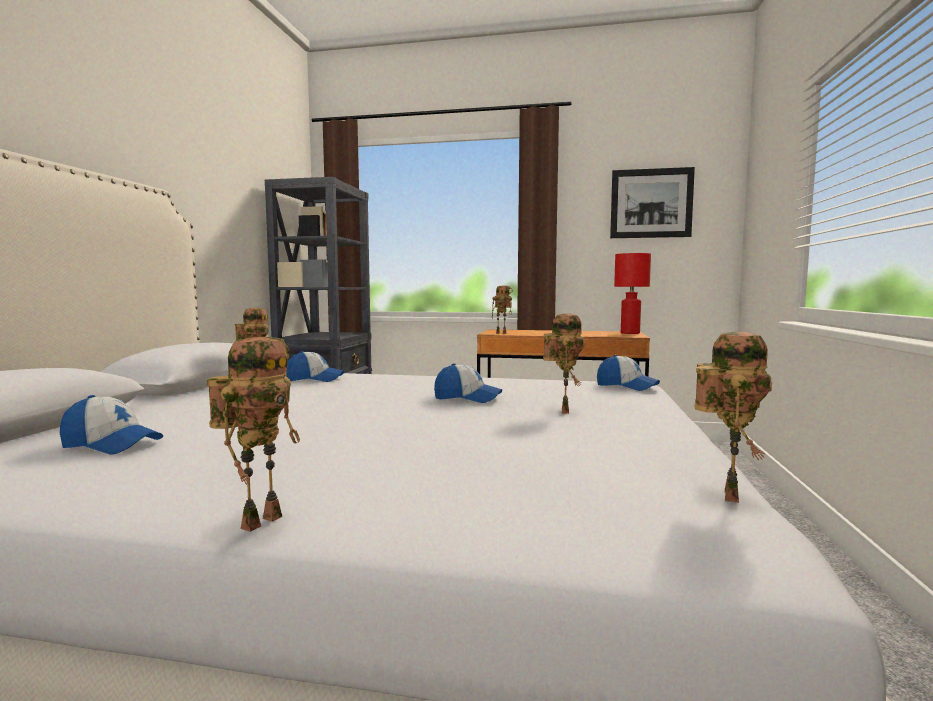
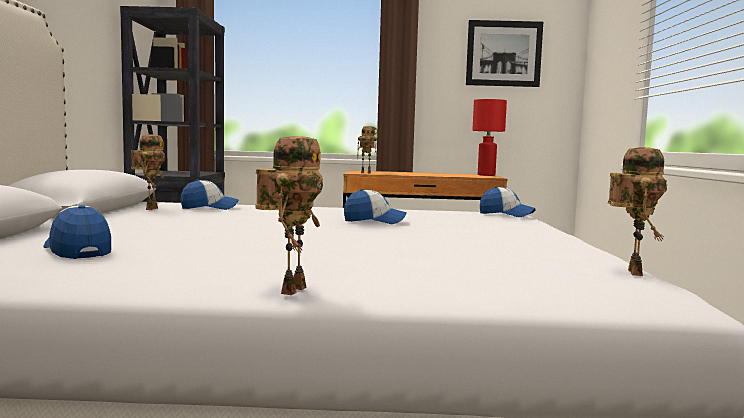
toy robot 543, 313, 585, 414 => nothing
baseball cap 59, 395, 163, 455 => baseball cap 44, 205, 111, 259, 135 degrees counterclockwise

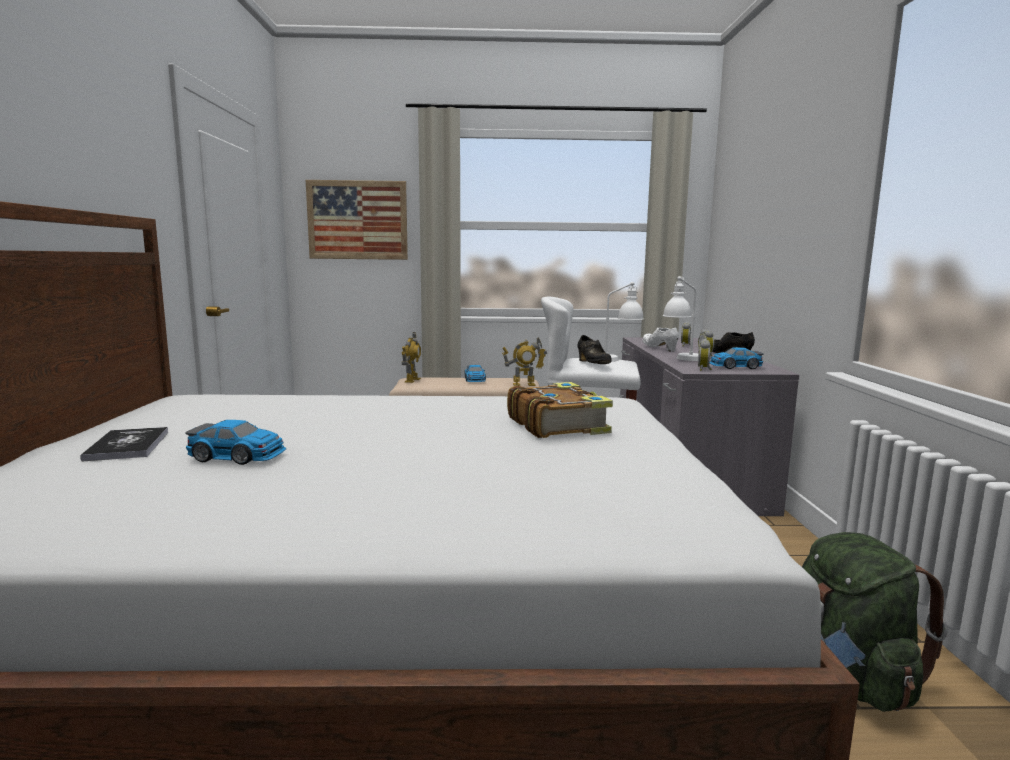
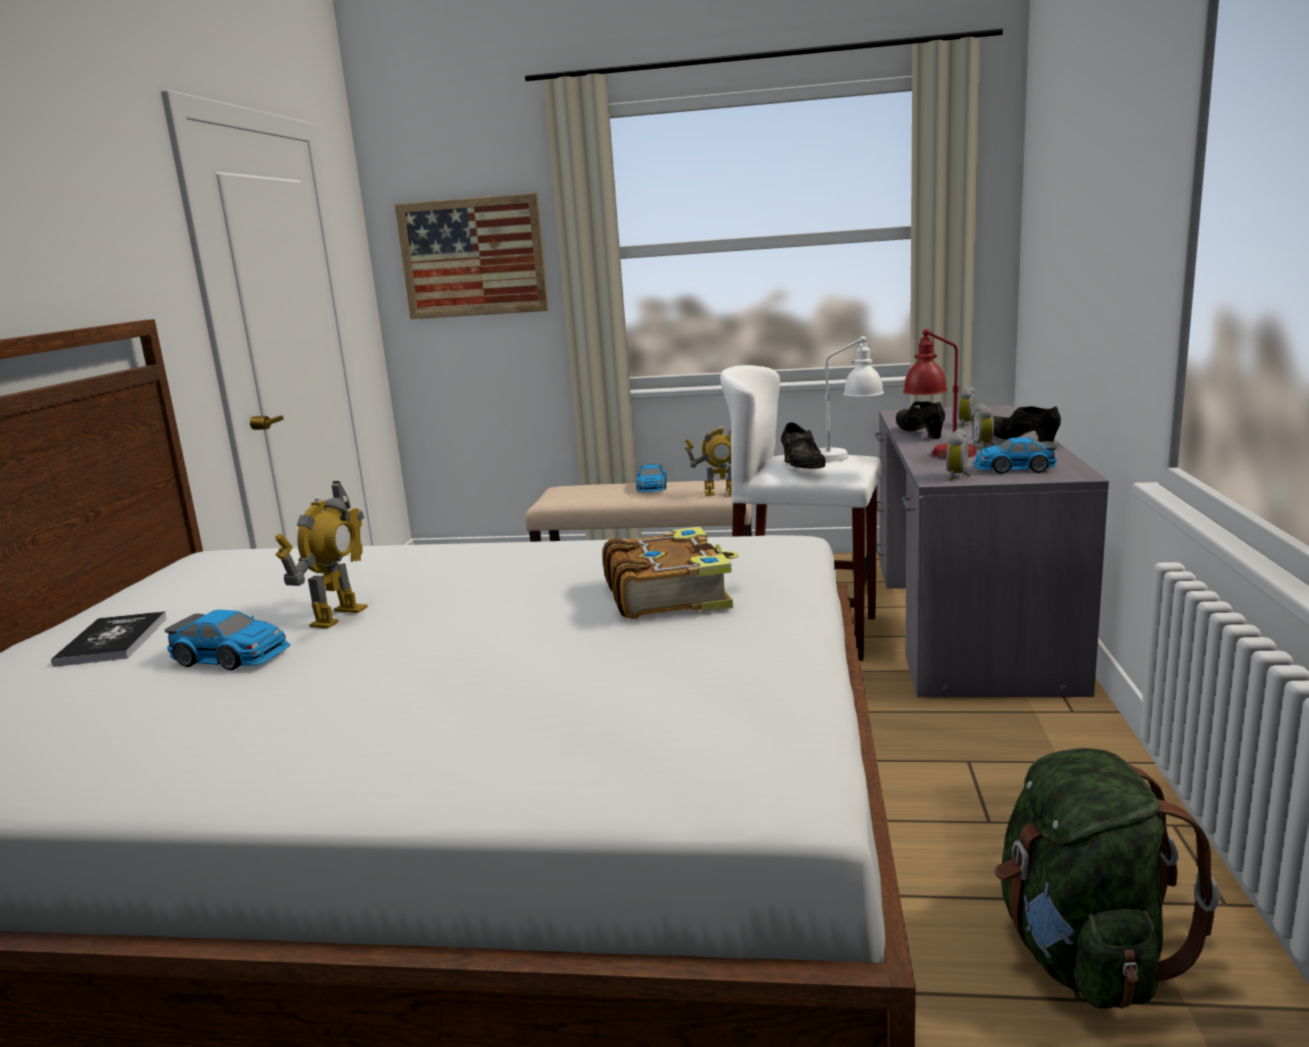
whitish table lamp 663, 276, 698, 361 => reddish table lamp 903, 329, 977, 458
whitish low shoe 643, 327, 679, 352 => black-coloured low shoe 896, 401, 945, 439
toy robot 402, 332, 421, 383 => toy robot 275, 481, 368, 629, relocated

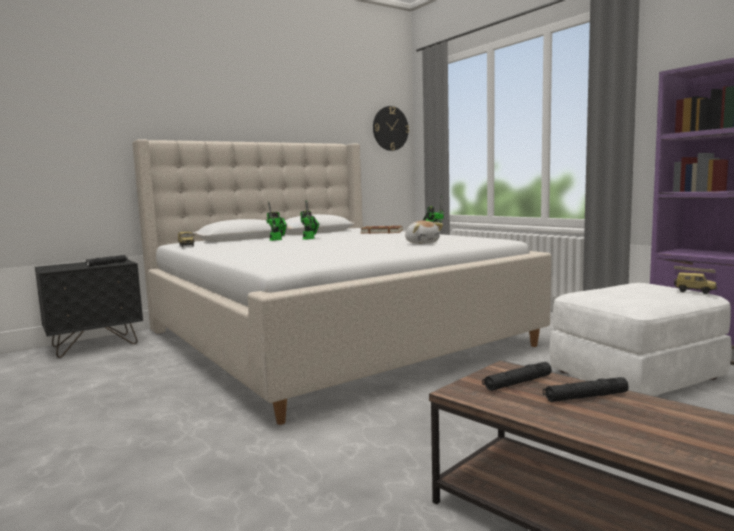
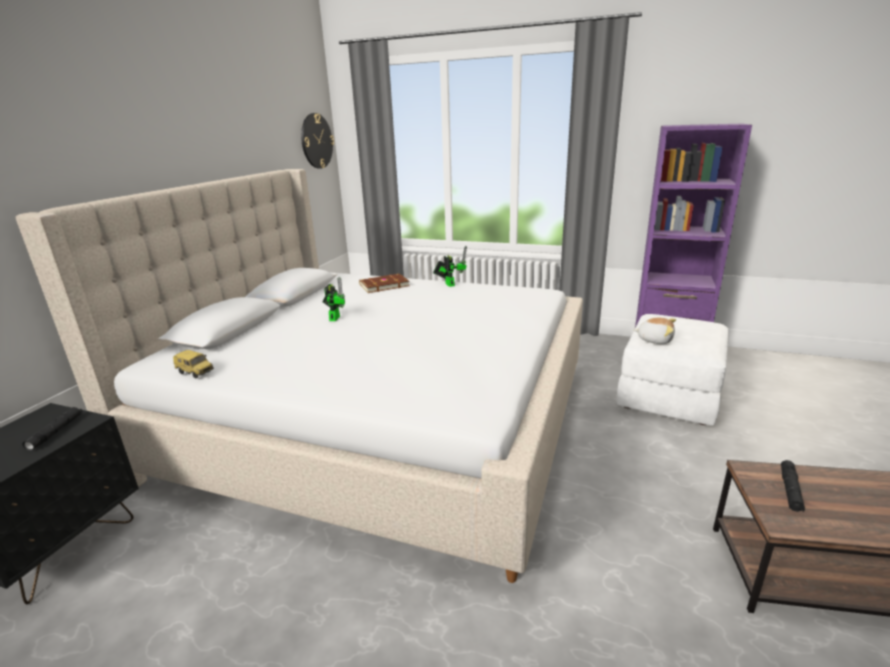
toy robot 266, 201, 287, 241 => nothing
plush toy 405, 221, 443, 244 => plush toy 634, 318, 676, 344, relocated
miniature car 674, 272, 717, 294 => nothing
black-coloured hand torch 543, 377, 629, 402 => nothing

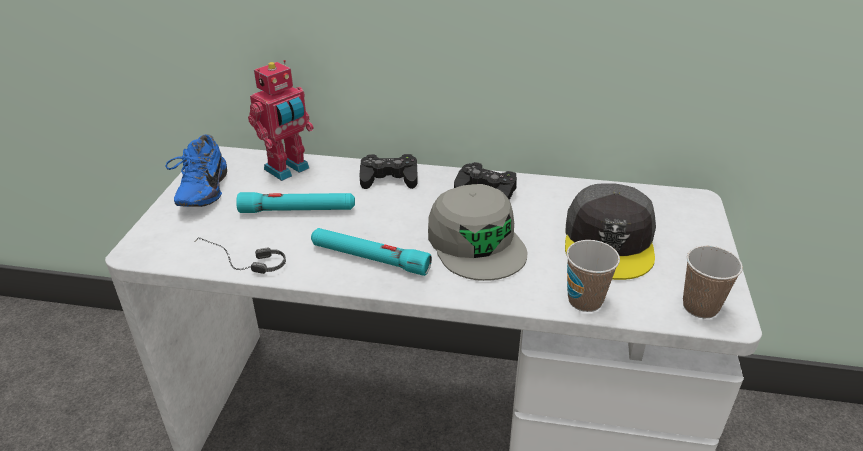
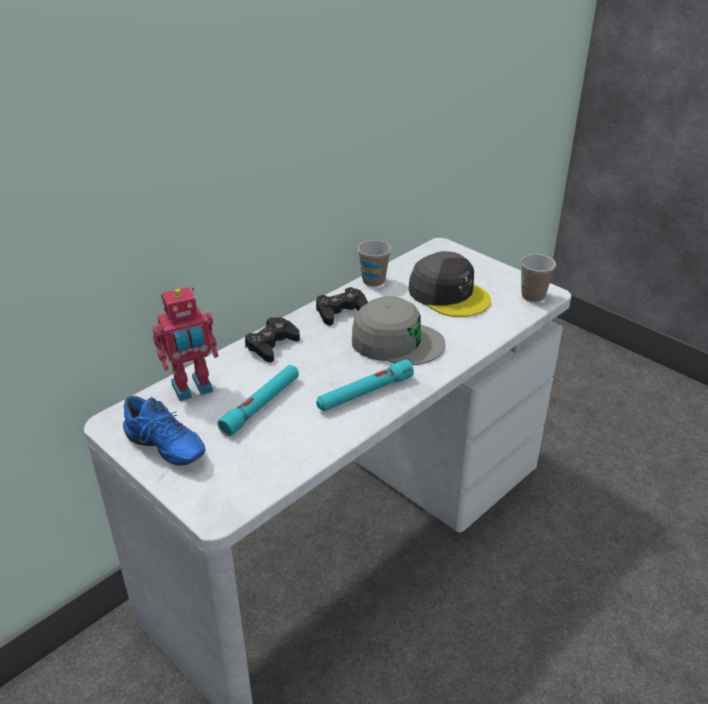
toy robot 248, 60, 314, 181 => toy robot 152, 287, 218, 401, 75 degrees clockwise
headphones 196, 237, 286, 274 => nothing
small cup 566, 240, 620, 312 => small cup 358, 240, 391, 287, relocated

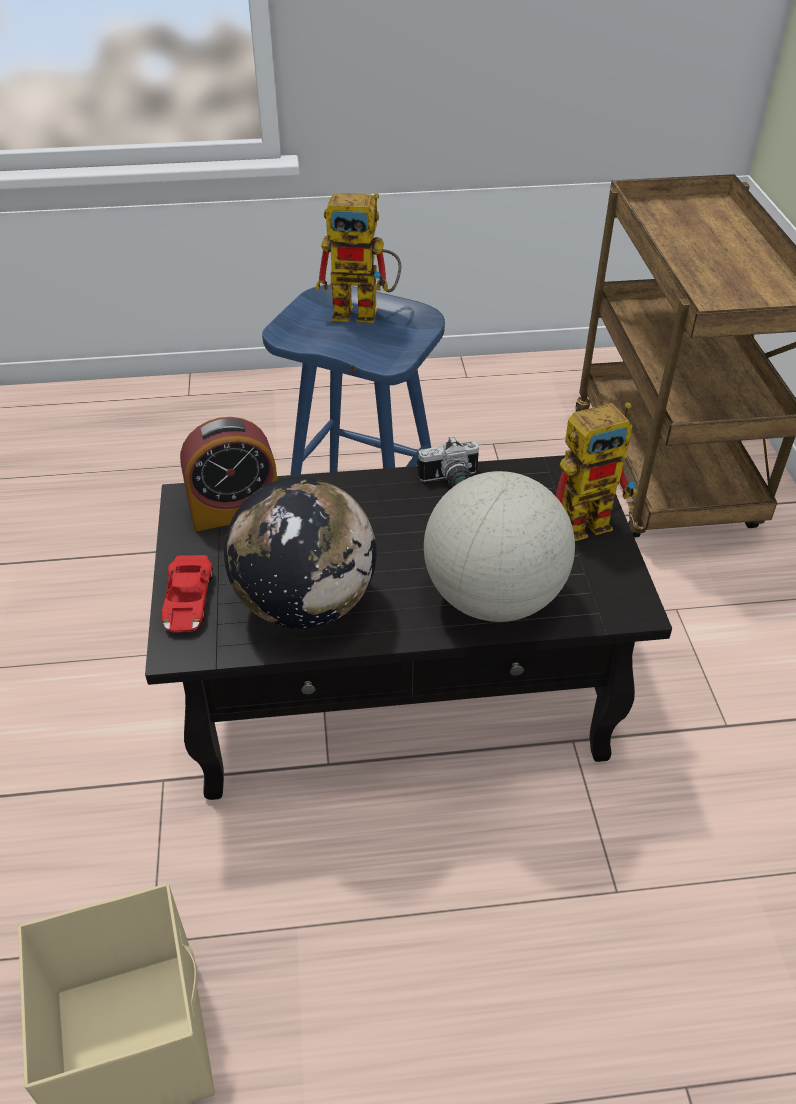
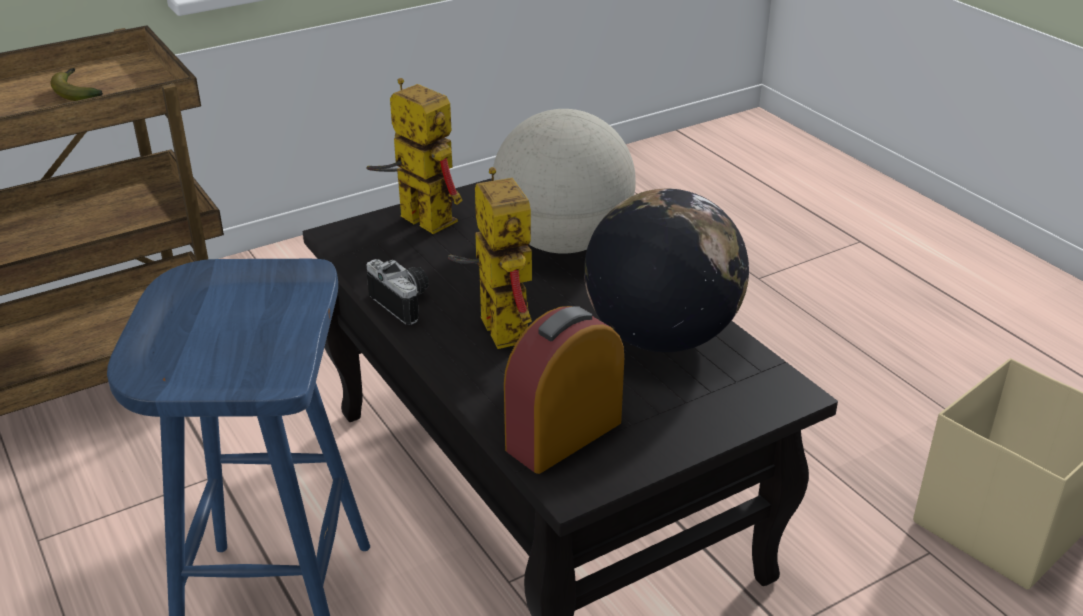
toy robot 316, 193, 402, 323 => toy robot 448, 167, 532, 349, relocated
alarm clock 180, 417, 277, 531 => alarm clock 504, 306, 624, 474, 90 degrees counterclockwise
reddish miniature car 162, 555, 213, 632 => nothing
nothing => banana fruit 51, 68, 103, 101

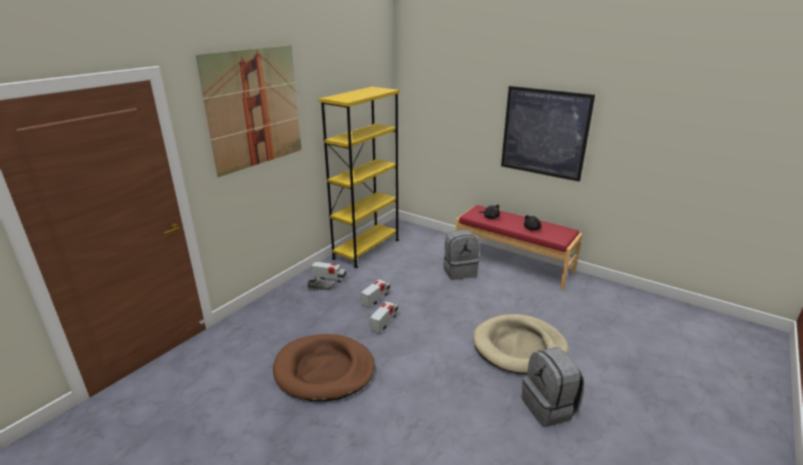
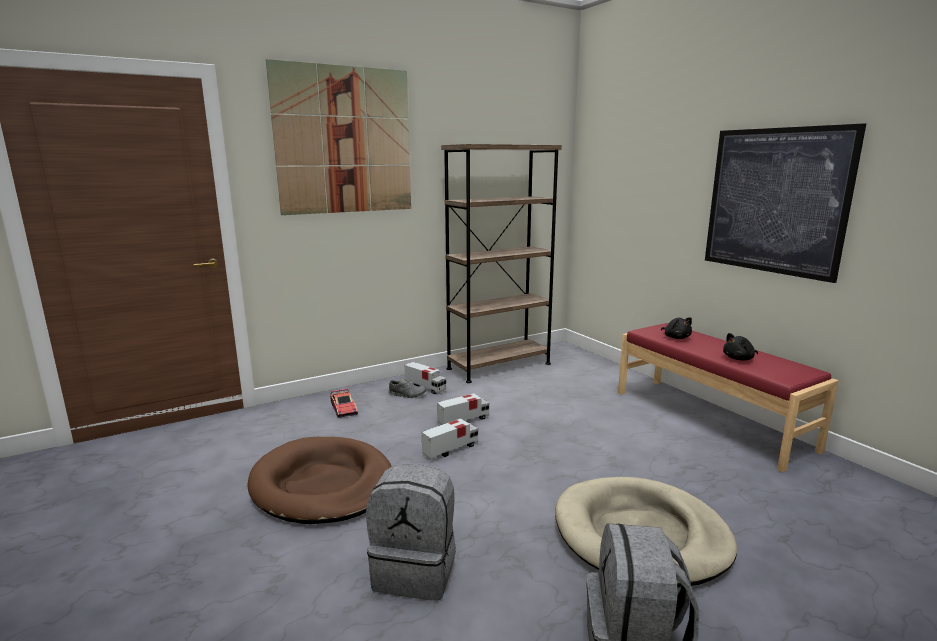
yellow-coloured bookshelf 319, 87, 400, 268 => brown-coloured bookshelf 441, 144, 562, 383
grey knapsack 444, 230, 480, 280 => grey knapsack 366, 464, 456, 600, relocated
nothing => miniature car 330, 389, 358, 418

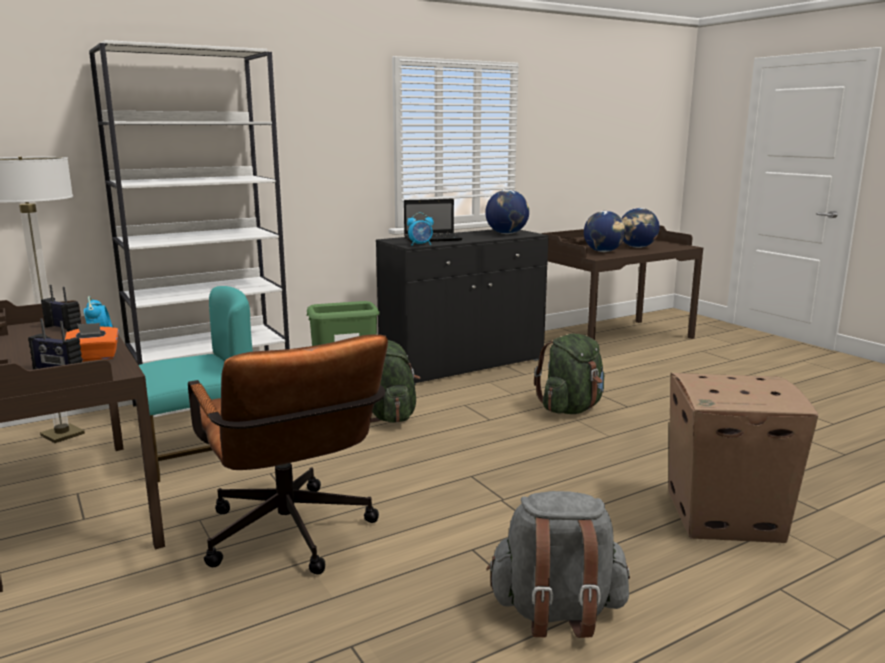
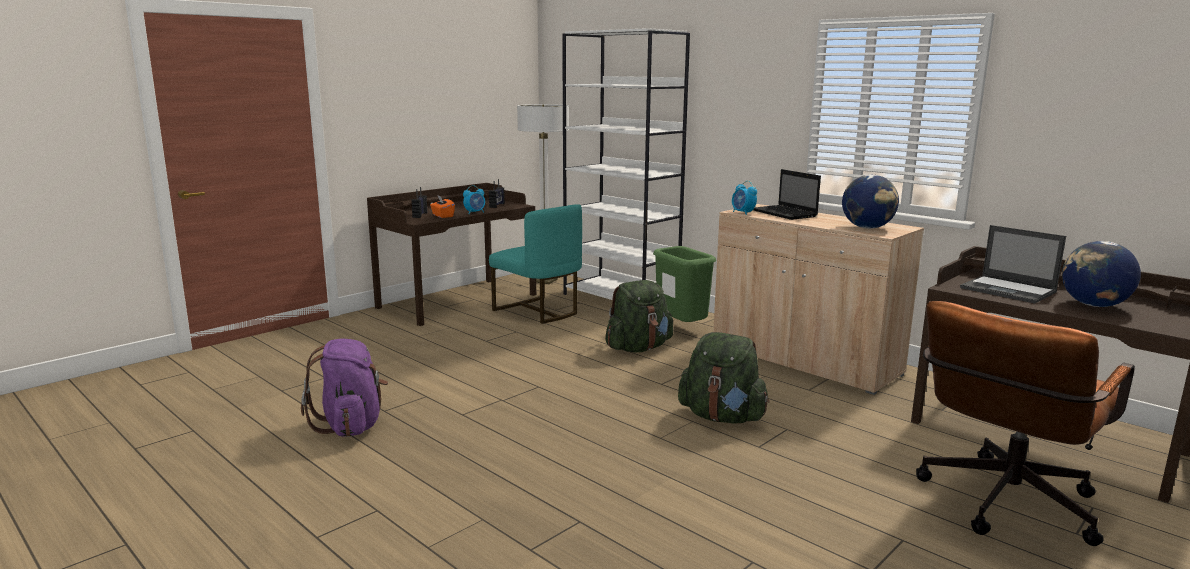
desk globe 584, 211, 626, 252 => notebook computer 960, 225, 1066, 304
black-coloured storage cabinet 376, 229, 548, 385 => sand-coloured storage cabinet 713, 204, 924, 395
brown-coloured office chair 188, 334, 388, 575 => brown-coloured office chair 916, 301, 1135, 546, relocated
carton 669, 373, 818, 543 => nothing
grey knapsack 487, 491, 630, 638 => purplish knapsack 301, 339, 388, 437

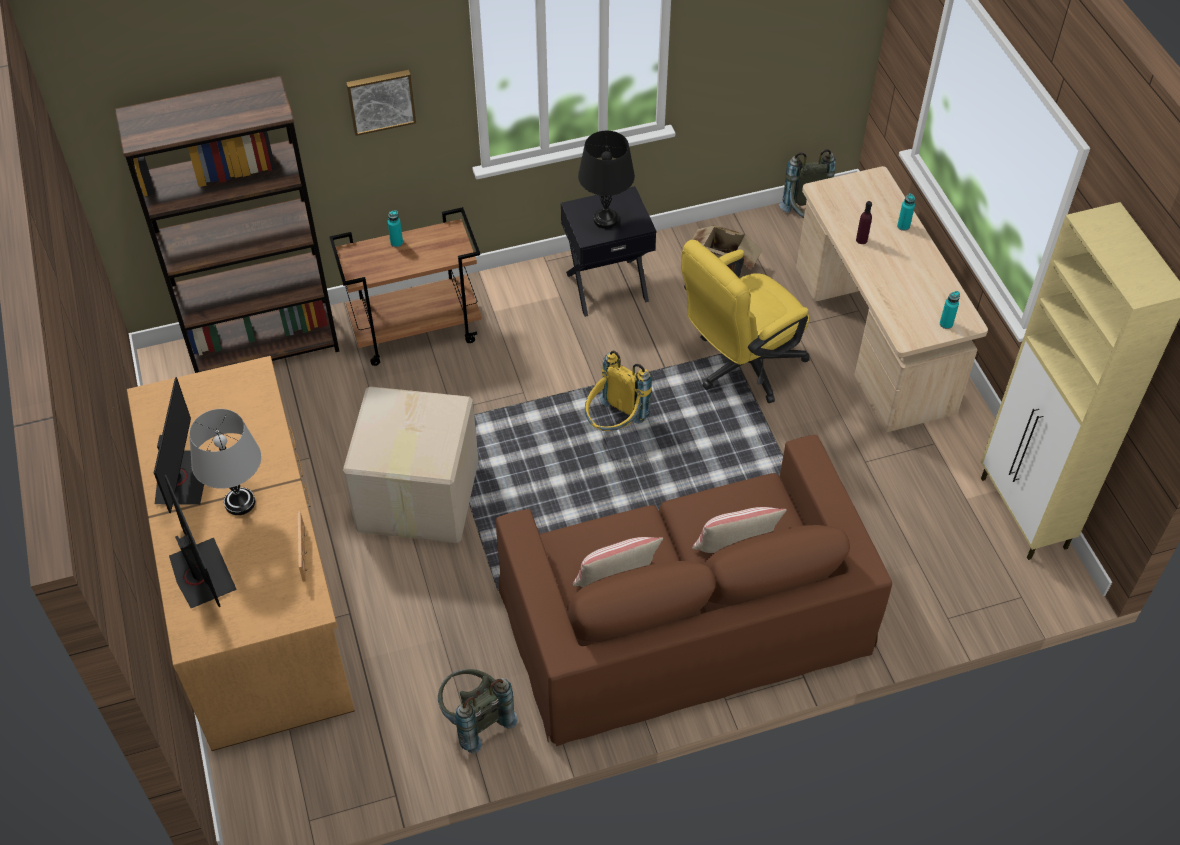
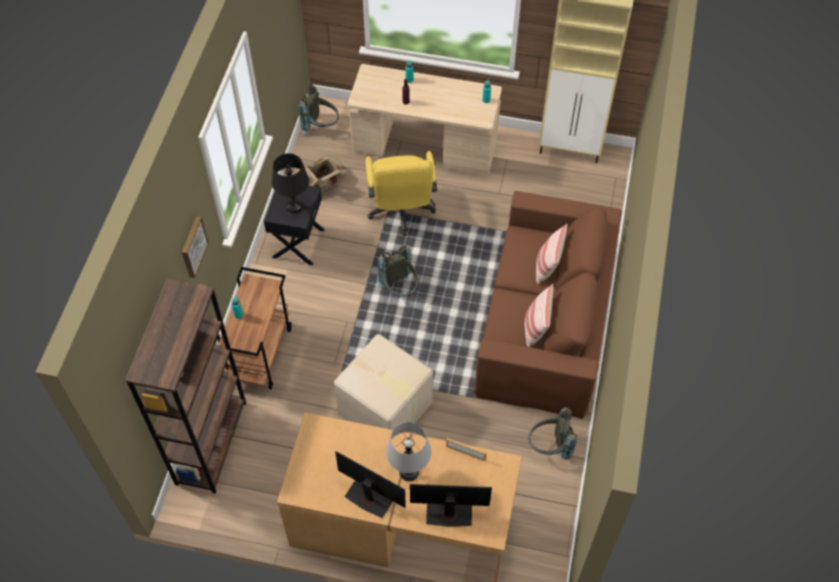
yellow-coloured knapsack 585, 350, 652, 431 => grey knapsack 377, 246, 418, 297

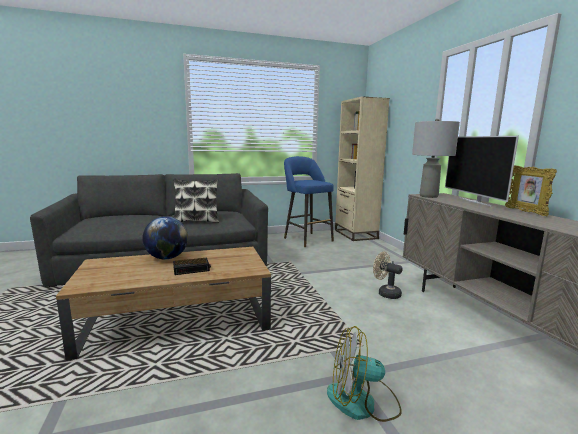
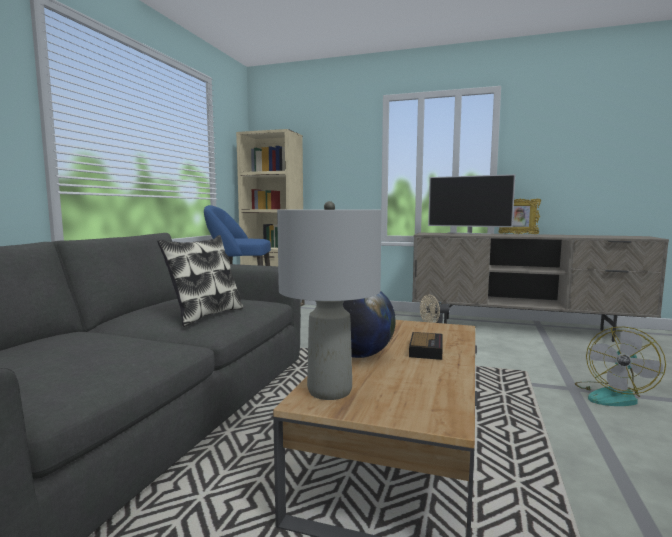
grey table lamp 412, 119, 460, 198 => grey table lamp 277, 201, 382, 400, relocated

